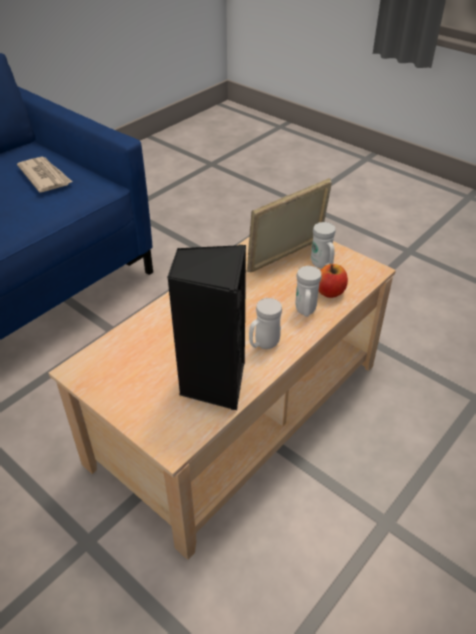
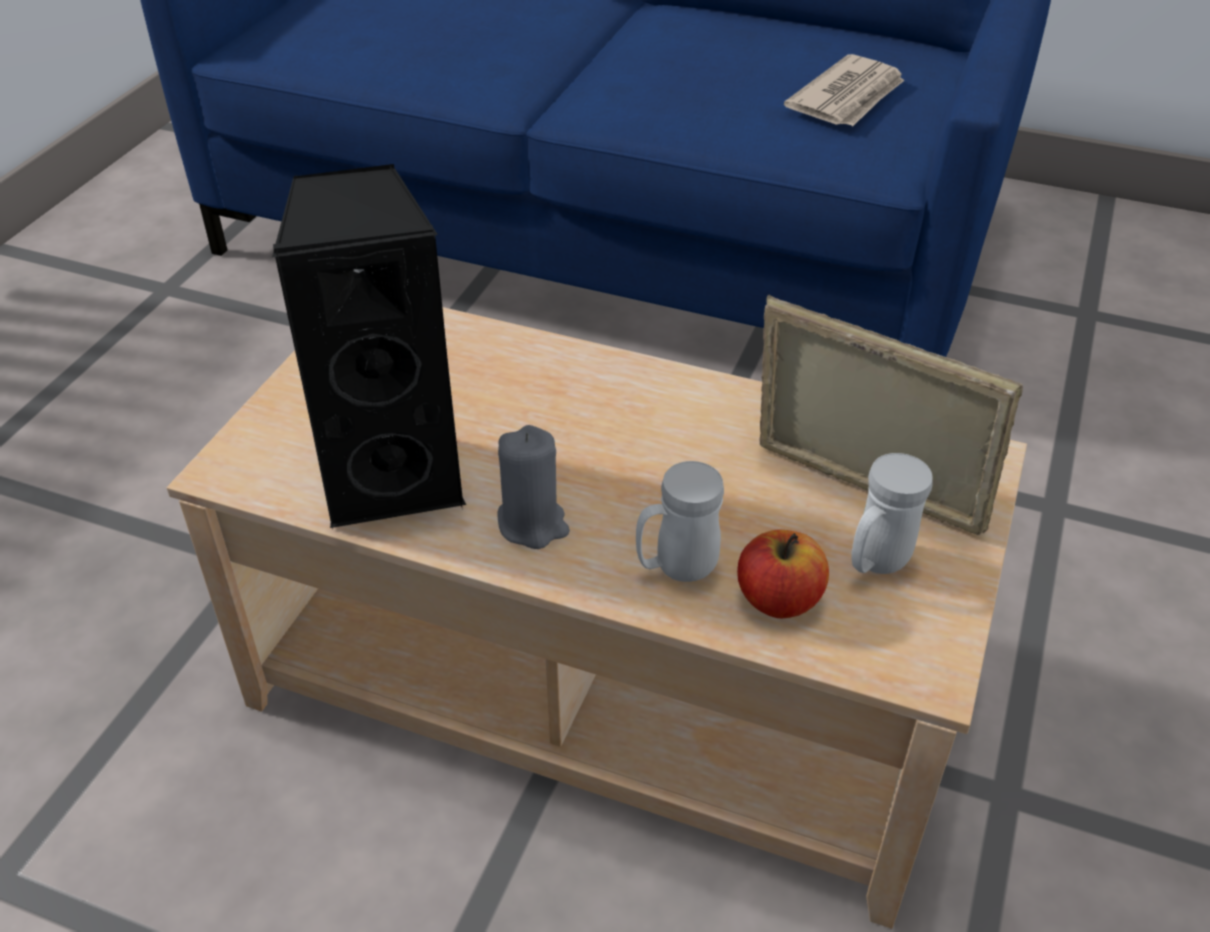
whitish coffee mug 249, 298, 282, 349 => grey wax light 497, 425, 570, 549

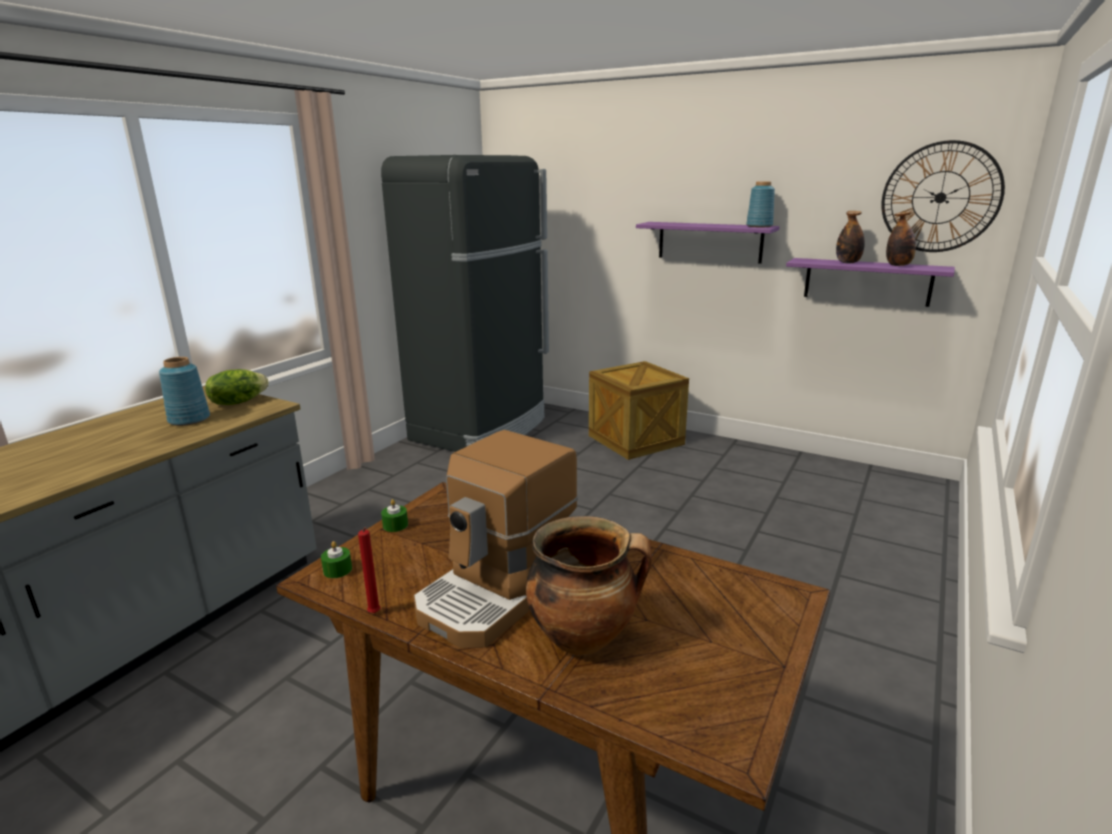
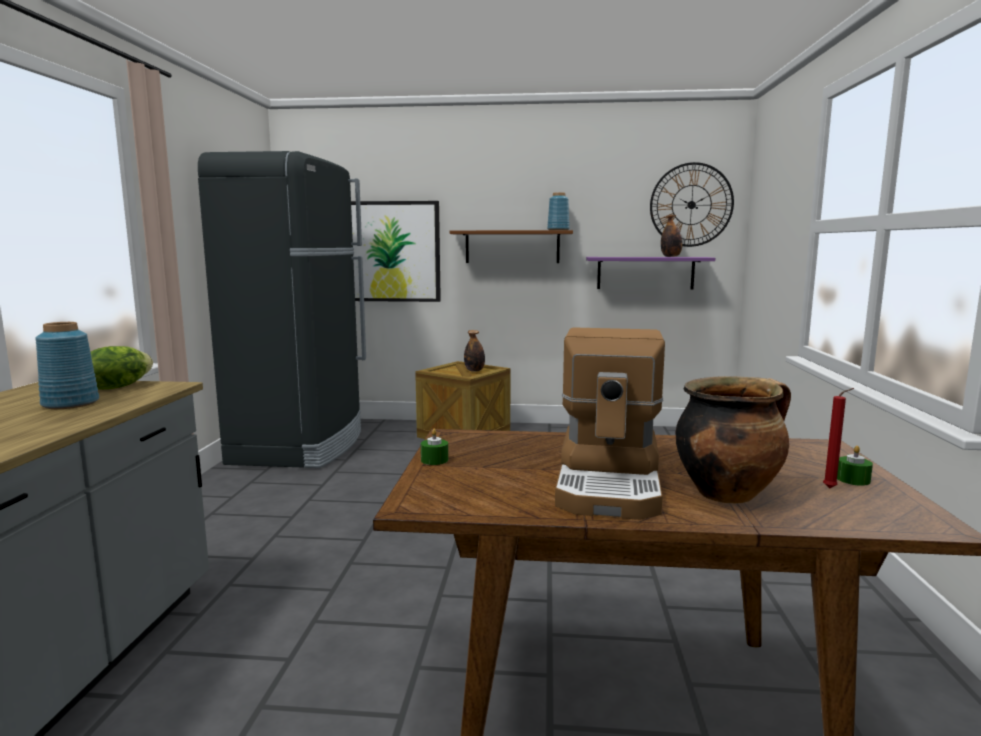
drink bottle 836, 211, 865, 263 => drink bottle 464, 330, 485, 372, relocated
purplish bracket shelf 636, 222, 780, 264 => brown-coloured bracket shelf 450, 230, 573, 263
reddish wax light 358, 527, 380, 613 => reddish wax light 823, 388, 854, 488, relocated
green-coloured wax light 321, 541, 352, 578 => green-coloured wax light 837, 446, 873, 486, relocated
nothing => wall picture 351, 201, 441, 302

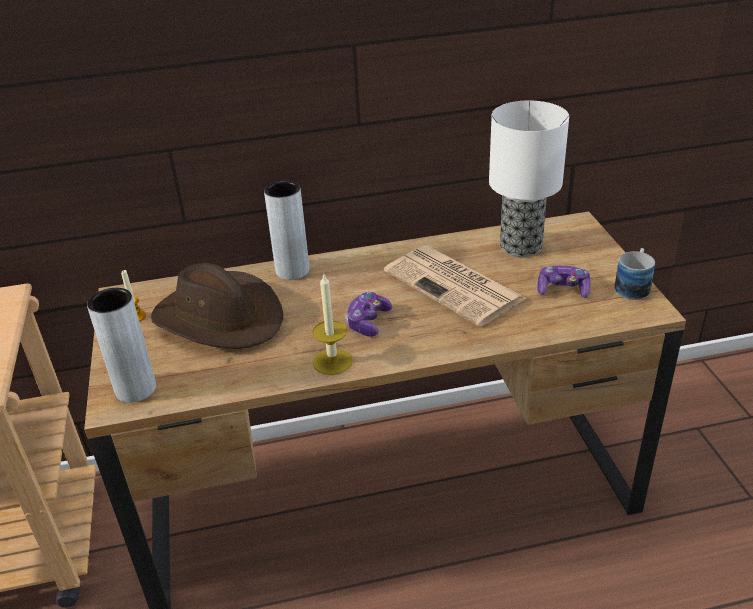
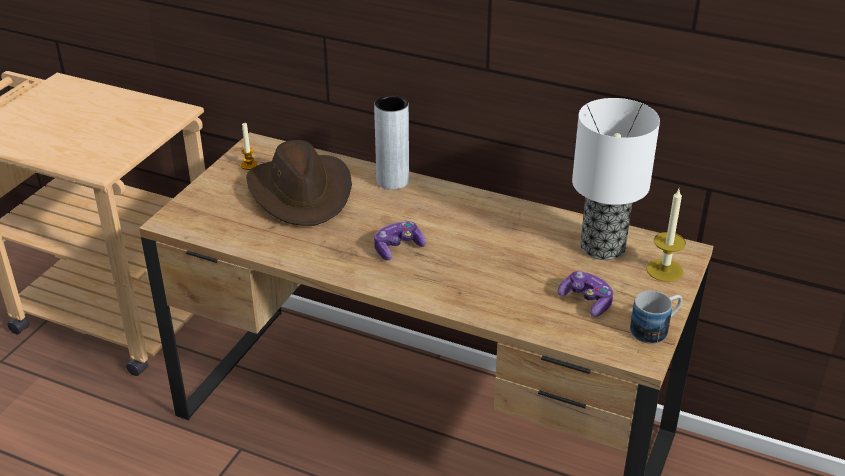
printed paper 384, 246, 526, 327 => nothing
wax light 312, 274, 353, 375 => wax light 646, 189, 686, 282, relocated
grey vase 87, 288, 156, 402 => nothing

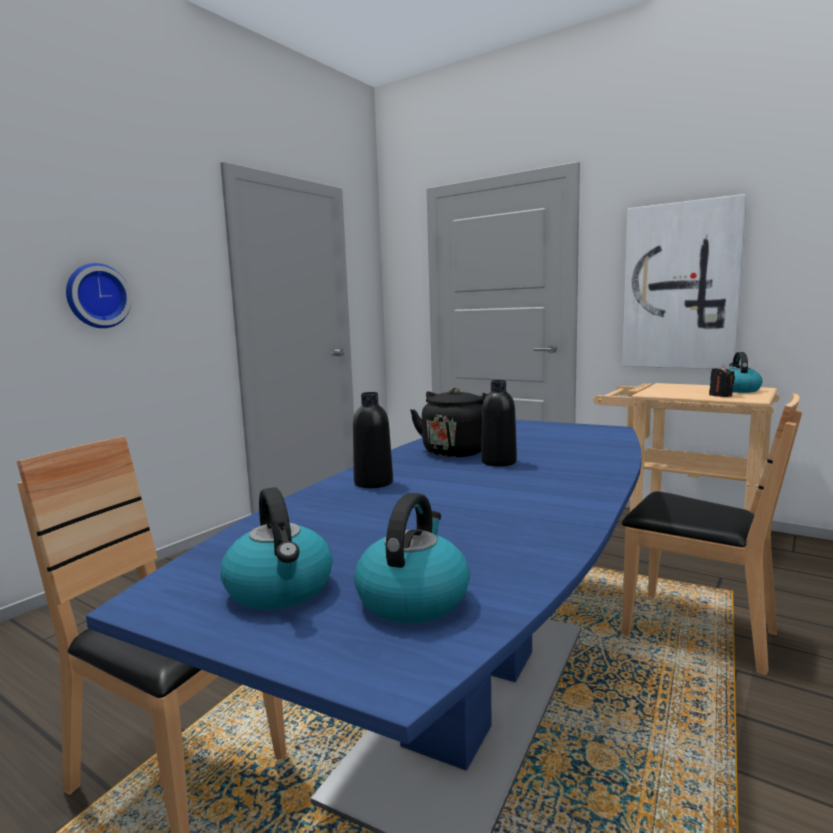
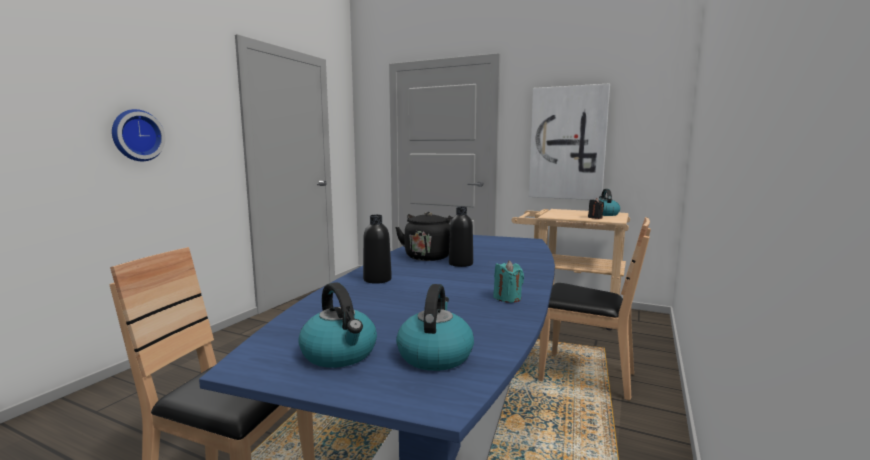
nothing => turquoise wax light 493, 260, 524, 303

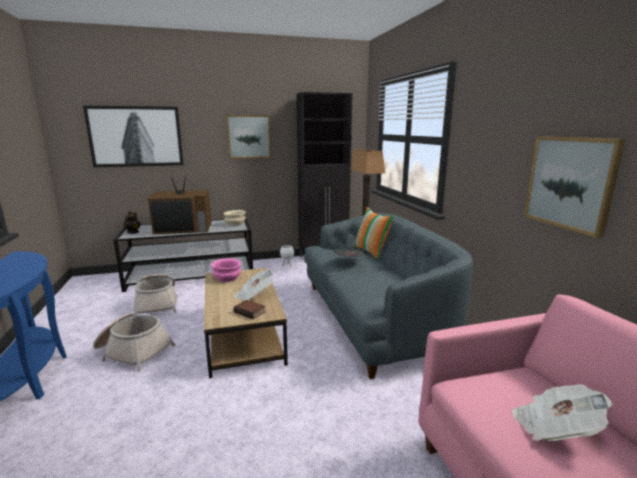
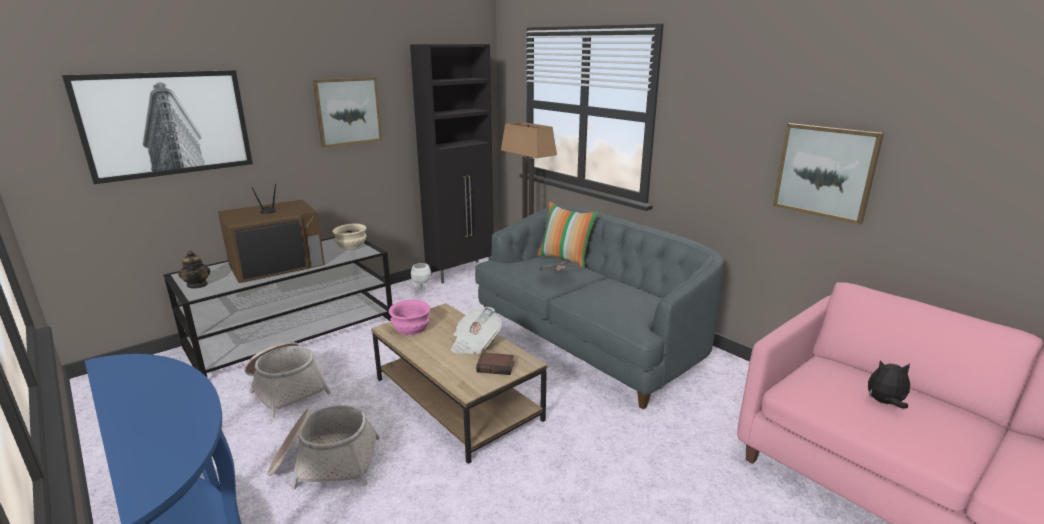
printed paper 512, 384, 613, 441 => plush toy 868, 361, 910, 409

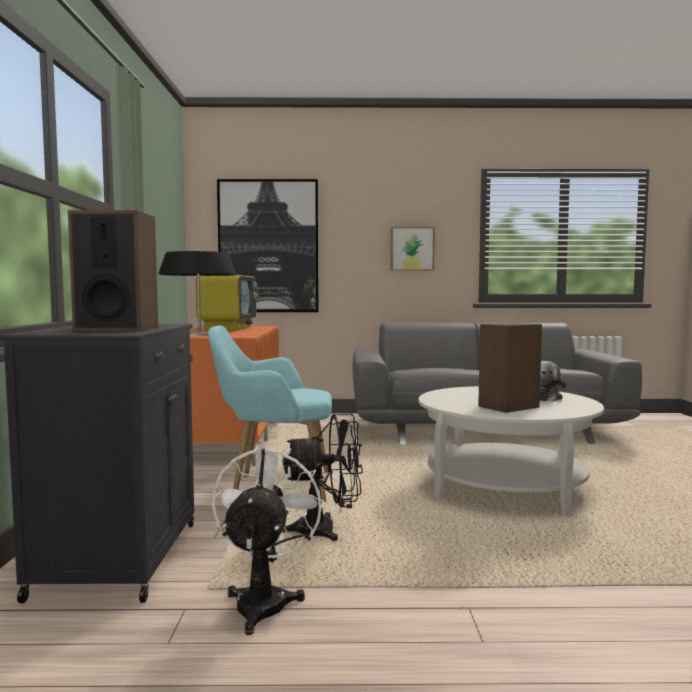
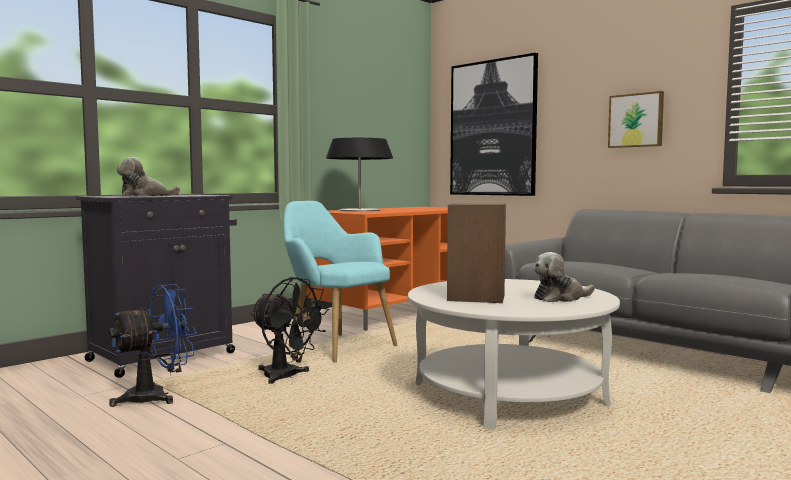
speaker 68, 210, 158, 331 => plush toy 117, 157, 180, 196
TV set 195, 243, 258, 330 => nothing
whitish fan 212, 445, 324, 635 => bluish fan 109, 284, 197, 407

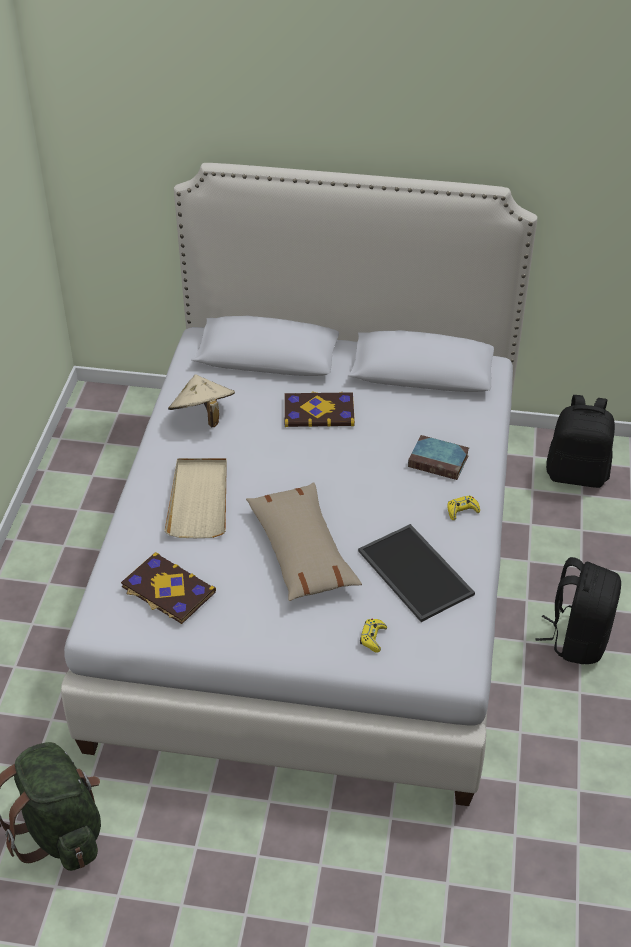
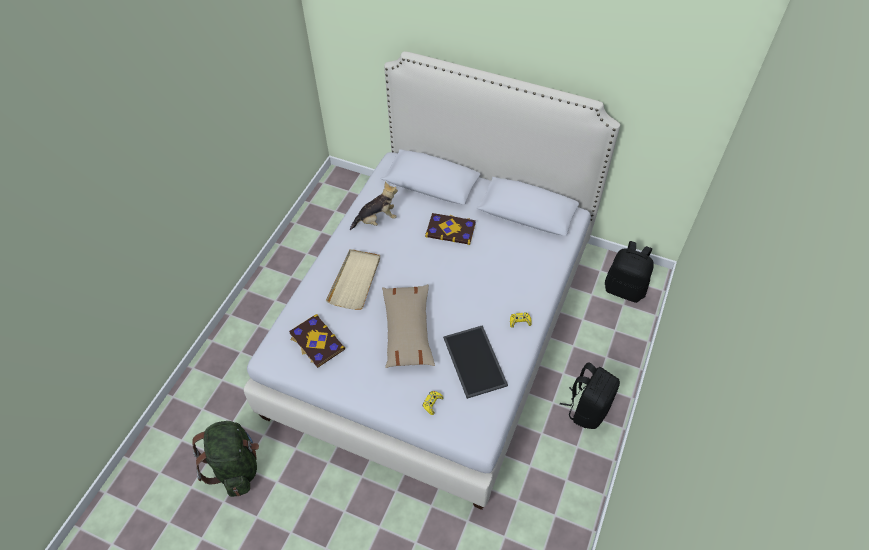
sand-coloured clothing hat 168, 375, 235, 427 => plush toy 350, 182, 398, 230
book 408, 435, 469, 480 => nothing

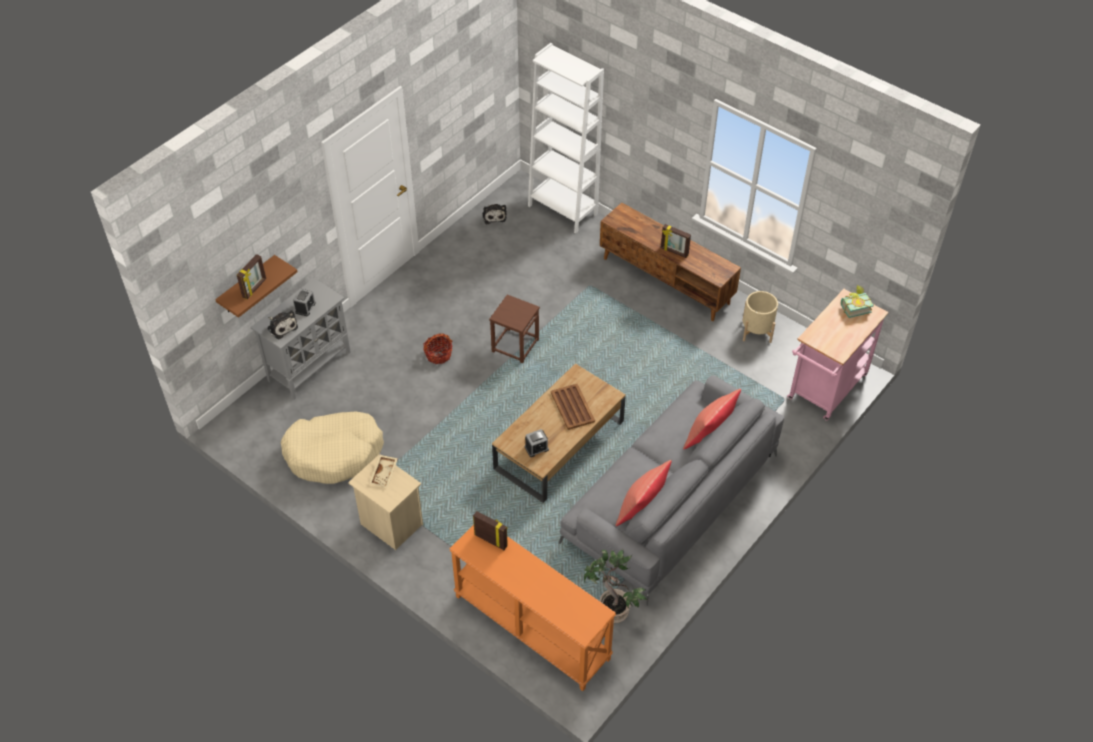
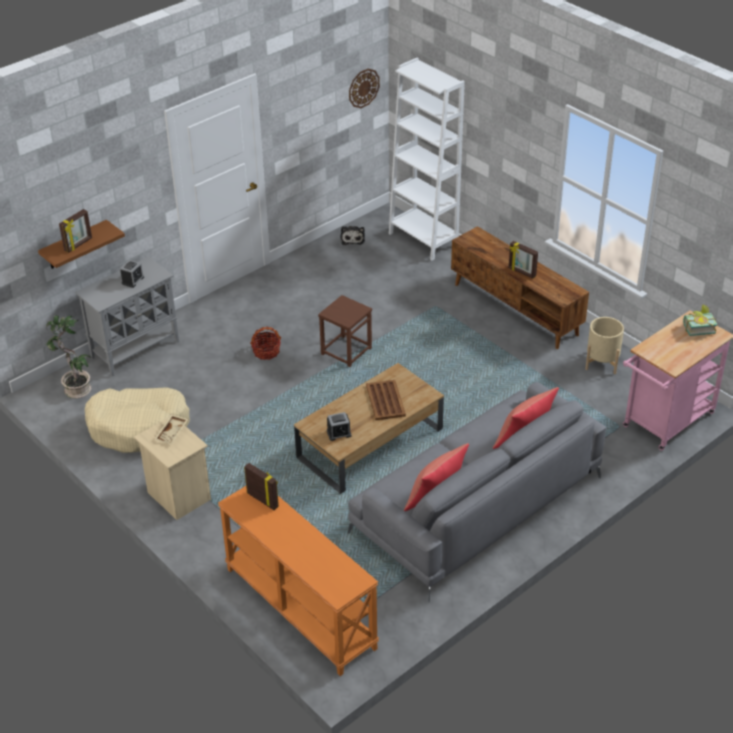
plush toy 267, 310, 298, 339 => nothing
houseplant 584, 549, 647, 623 => houseplant 44, 315, 91, 398, relocated
nothing => hanging clock 349, 69, 380, 108

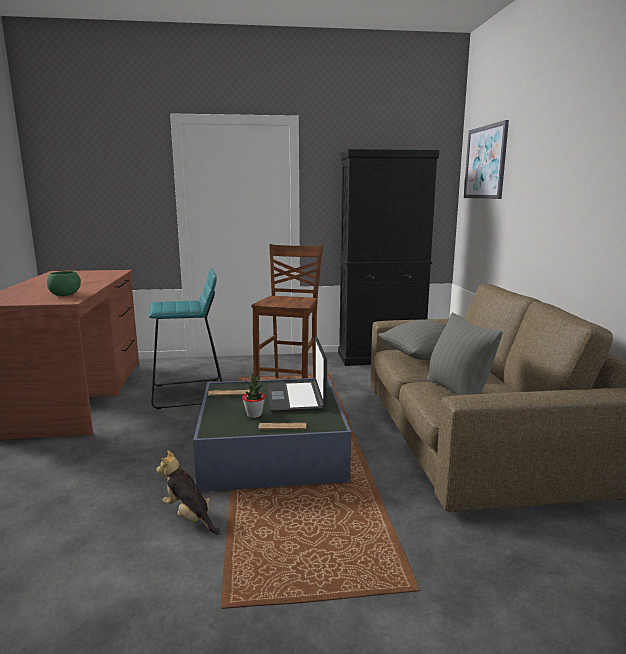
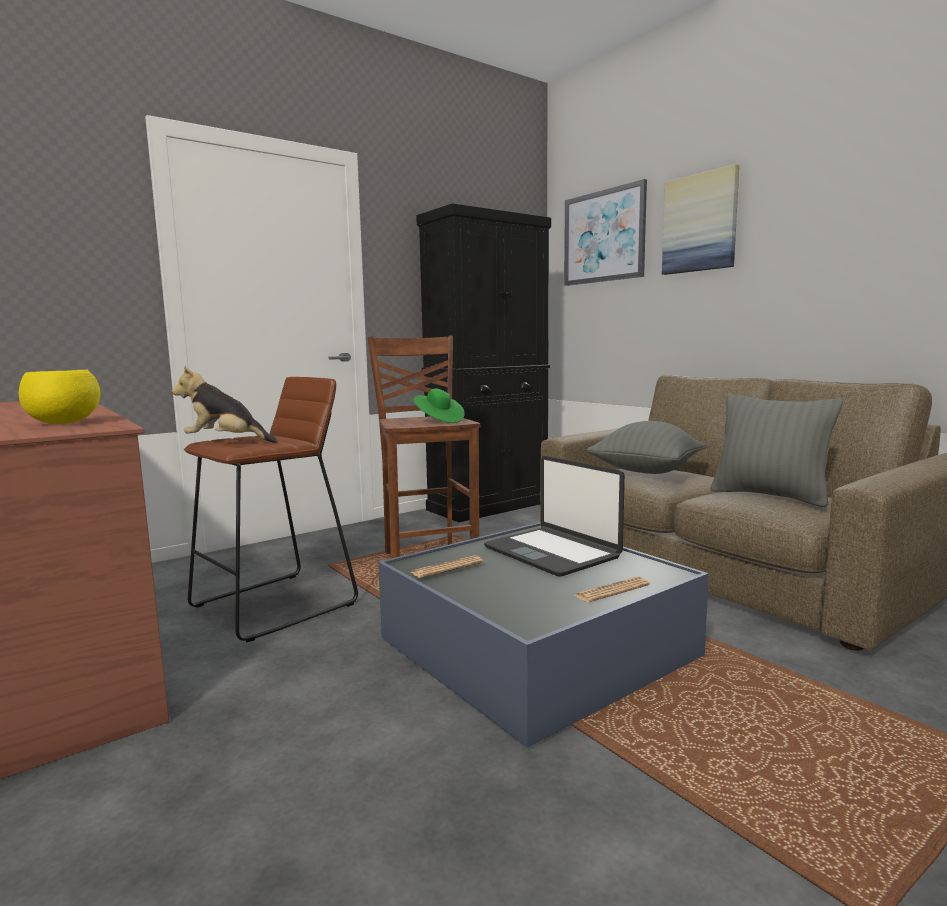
turquoise stool seat 149, 269, 223, 409 => brown-coloured stool seat 184, 377, 358, 642
green-coloured deep dish 47, 271, 81, 296 => yellow-coloured deep dish 19, 370, 100, 424
houseplant 242, 373, 265, 418 => nothing
plush toy 156, 450, 220, 535 => plush toy 172, 366, 278, 443, relocated
nothing => wall picture 662, 164, 739, 275
nothing => green-coloured clothing hat 413, 389, 465, 423

